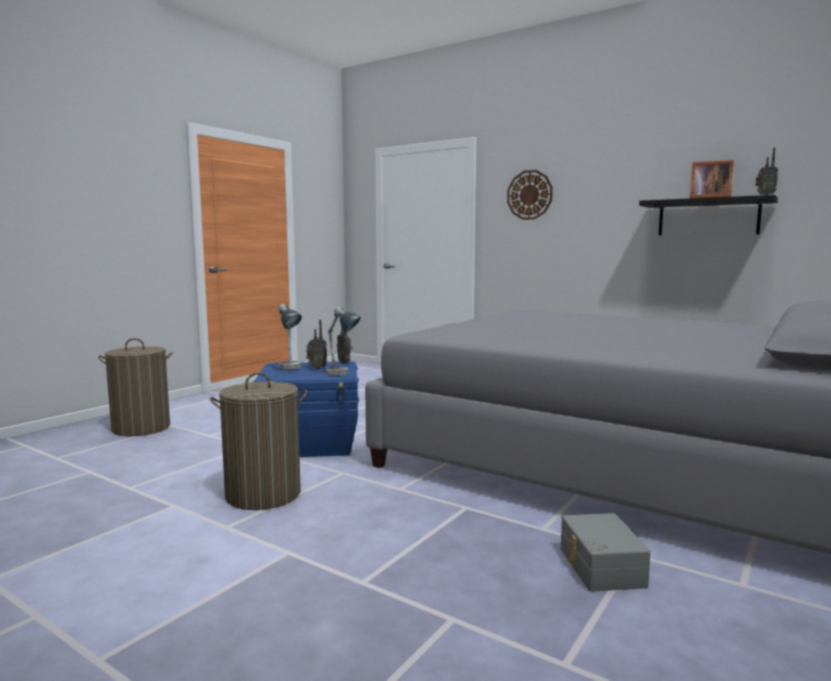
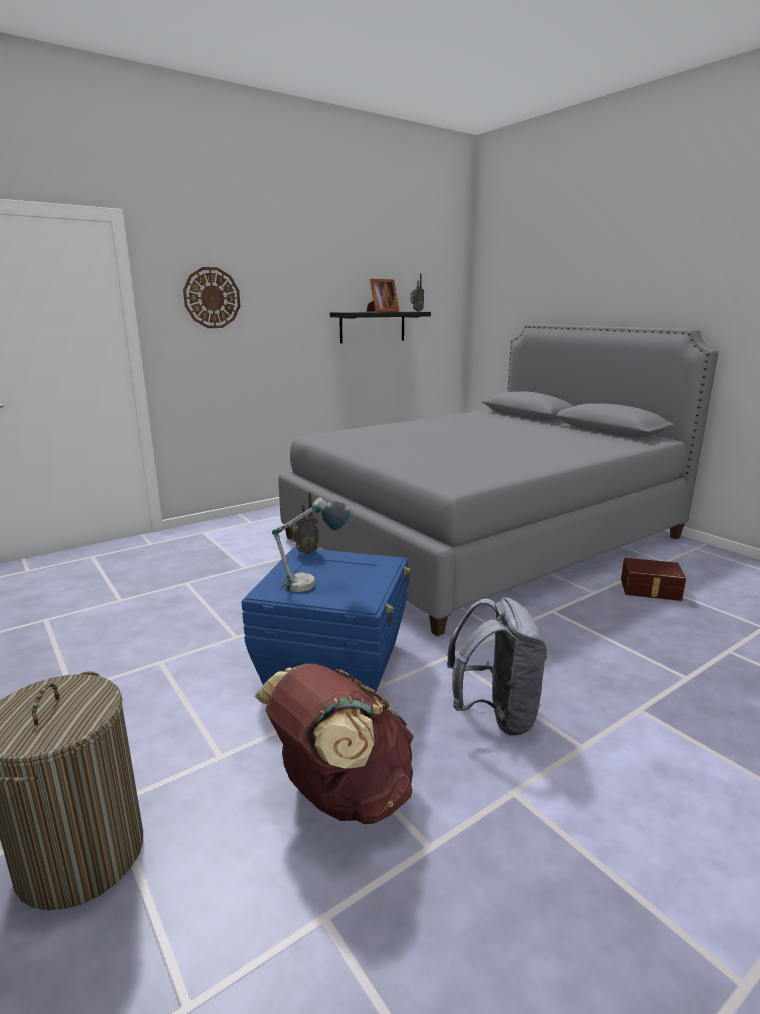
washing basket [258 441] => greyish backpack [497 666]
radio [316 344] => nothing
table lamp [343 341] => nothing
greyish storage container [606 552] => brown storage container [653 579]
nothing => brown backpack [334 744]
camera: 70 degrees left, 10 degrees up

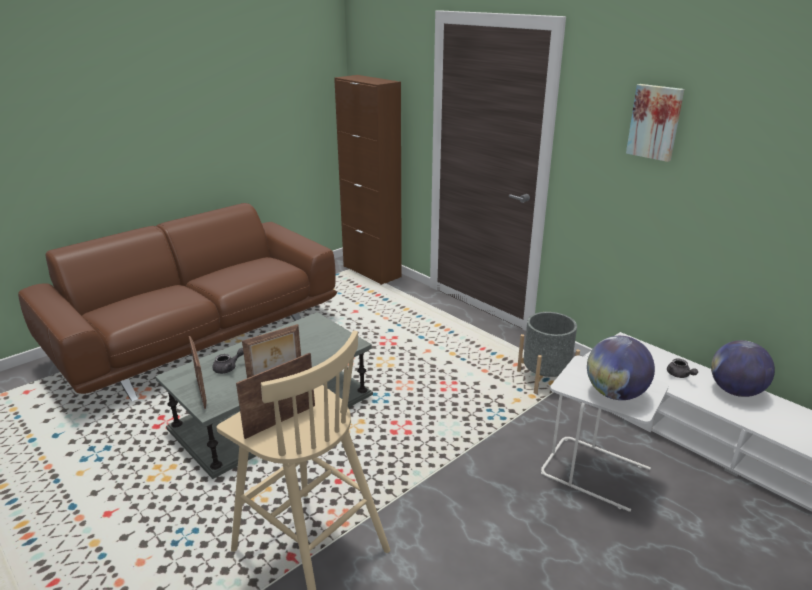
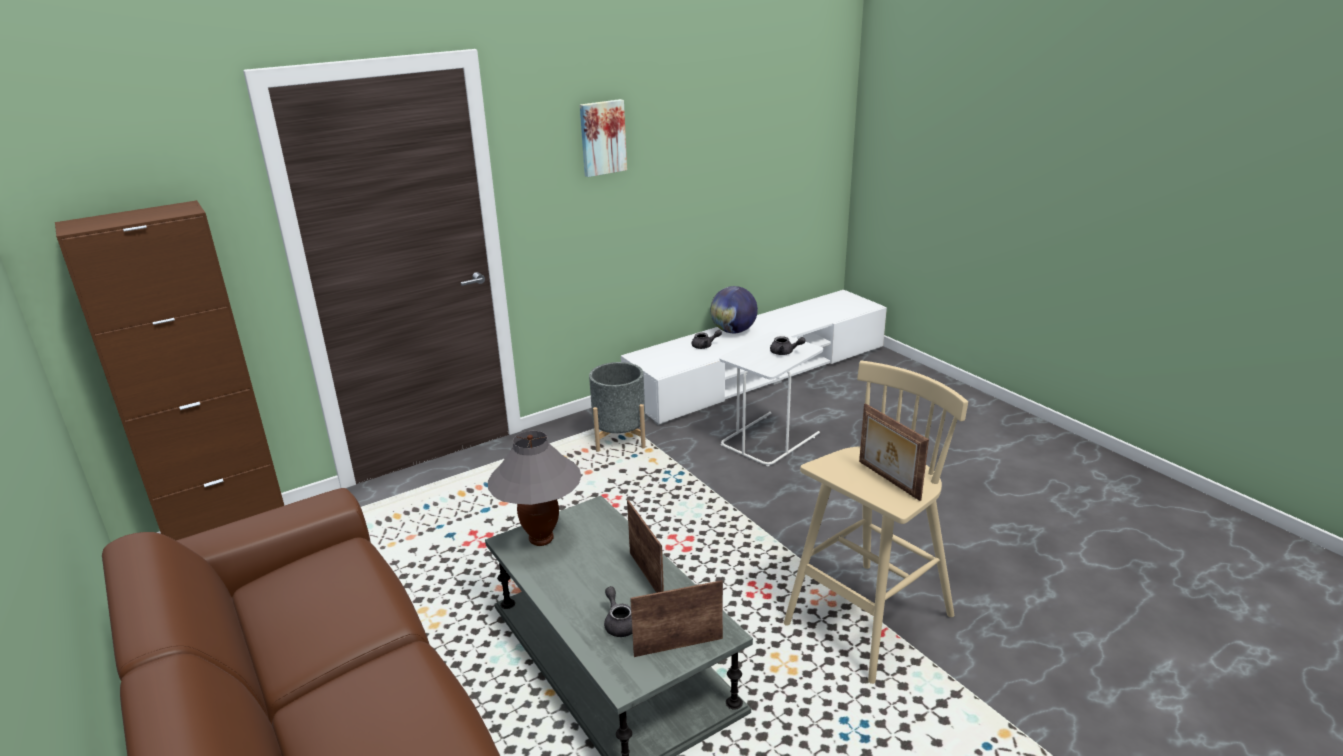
world globe [621 368] => greyish teapot [788 345]
nothing => greyish table lamp [534 488]
camera: 80 degrees left, 0 degrees up

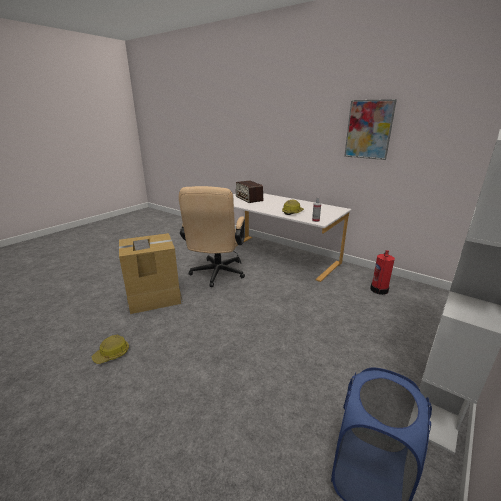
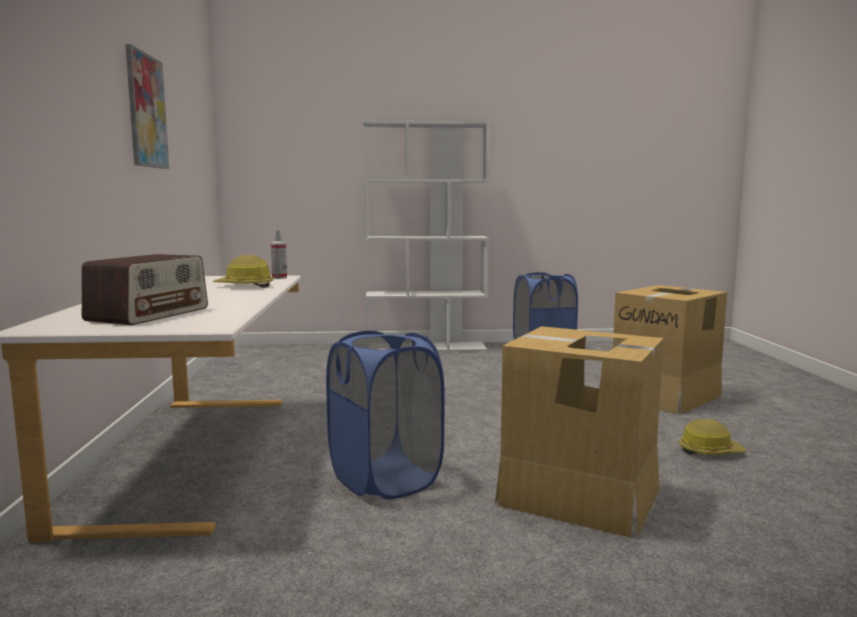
sand-coloured desk chair [212 236] => blue washing basket [385 415]
fire-fighting cylinder [382 272] => nothing
nothing => carton [670 349]
camera: 130 degrees left, 15 degrees down

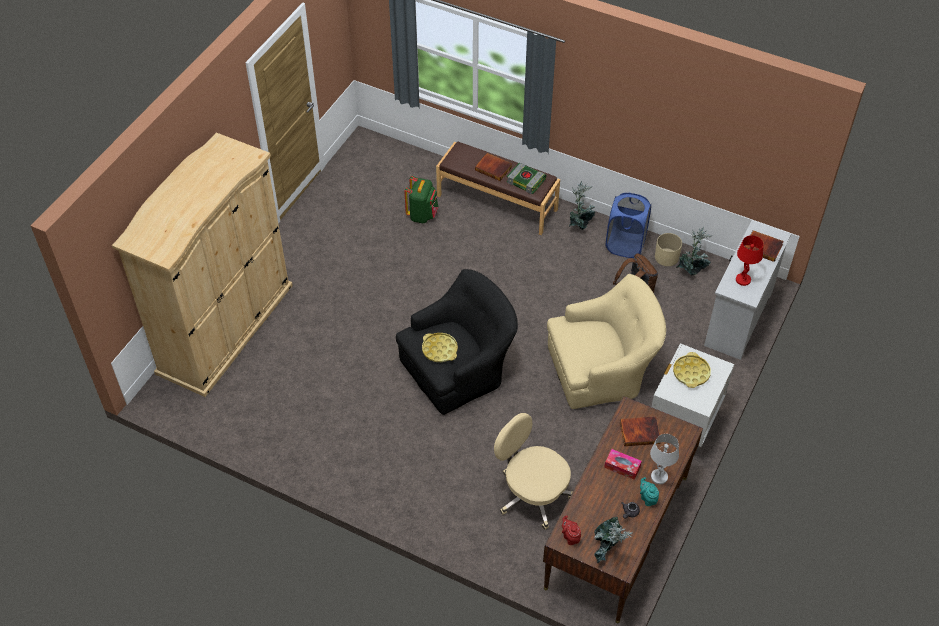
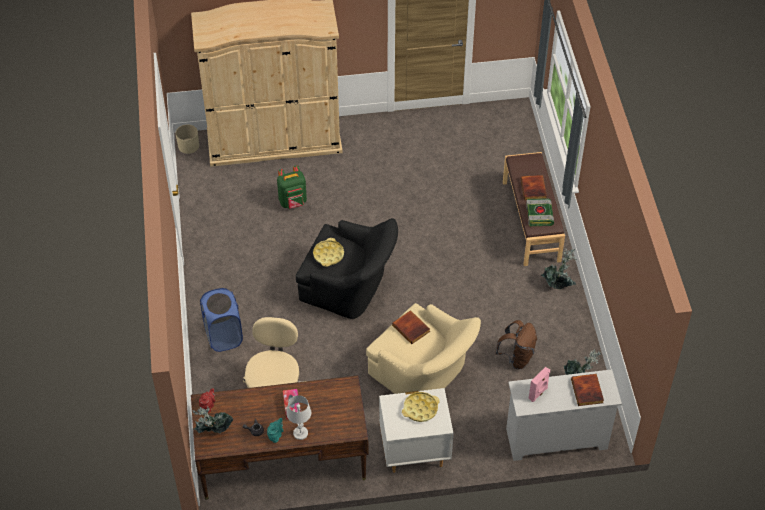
green-coloured backpack [421 199] => green-coloured backpack [292 187], moved
blue washing basket [628 225] => blue washing basket [221 320], moved
volume [640 431] => volume [411 327], moved
sand-coloured flower pot [668 249] => sand-coloured flower pot [187 139], moved
red table lamp [749 260] => pink speaker [539 384]
camera: 55 degrees right, 0 degrees up

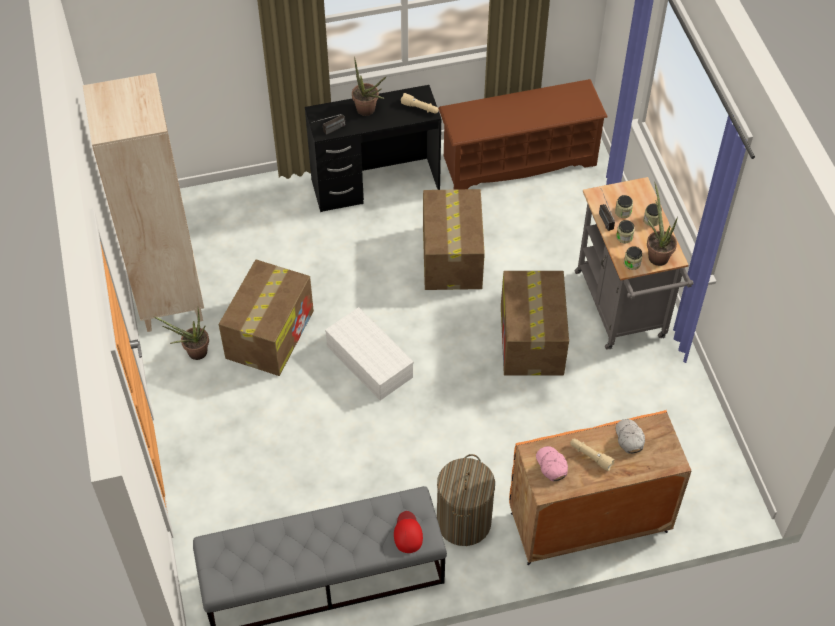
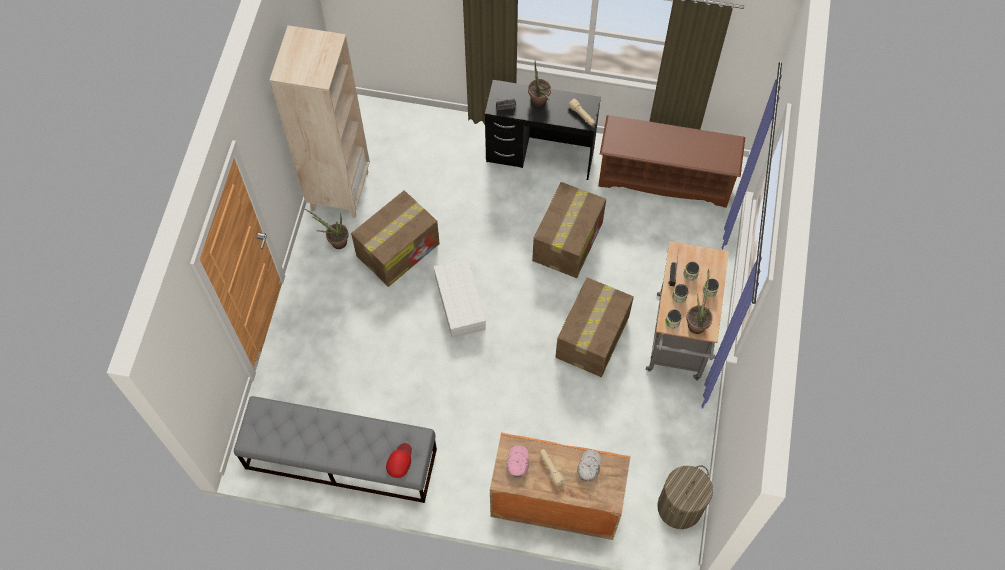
washing basket [466 500] => washing basket [685 497], moved
camera: 25 degrees right, 10 degrees up

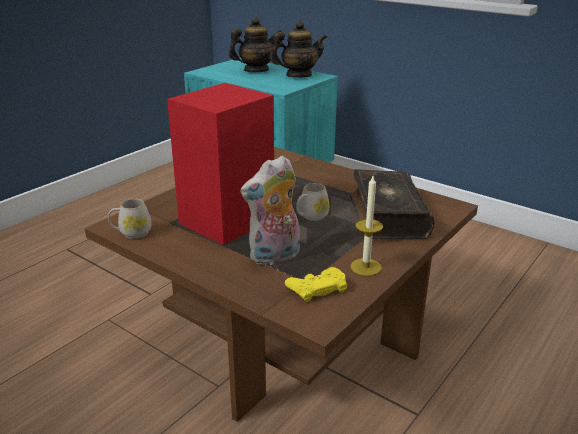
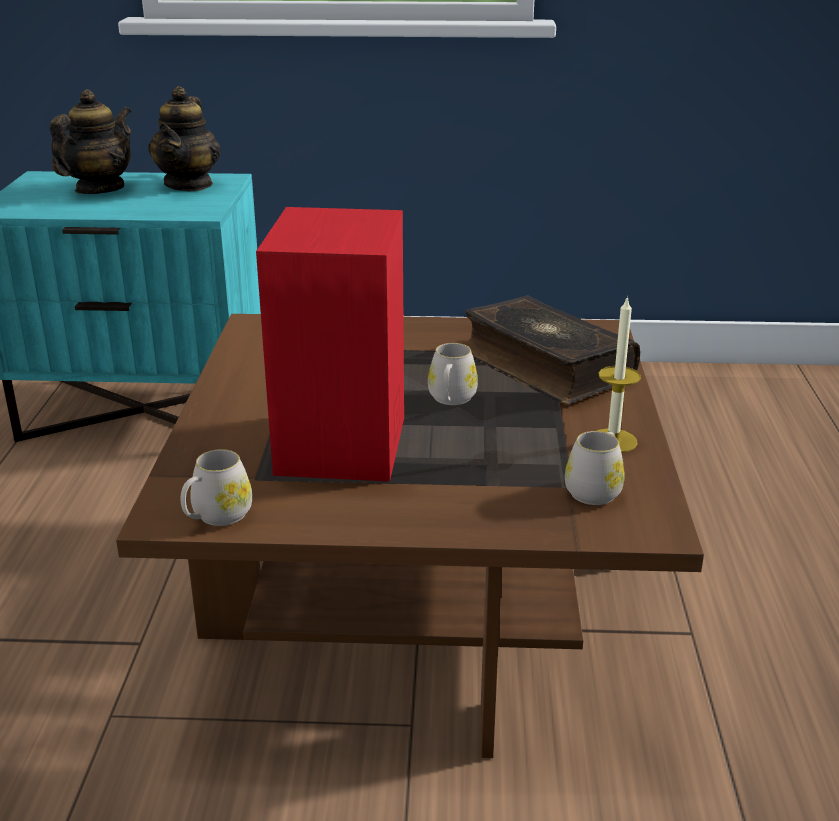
soft toy [270 210] => nothing
teapot [298 49] => teapot [184 138], 150 degrees clockwise
yellowish joypad [316 284] => white-coloured tea mug [595 468]
camera: 35 degrees left, 0 degrees up

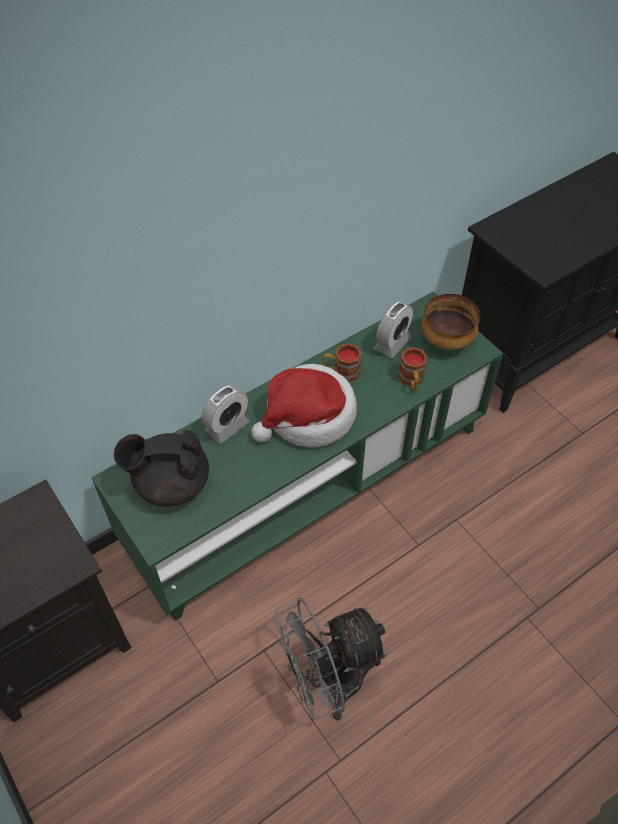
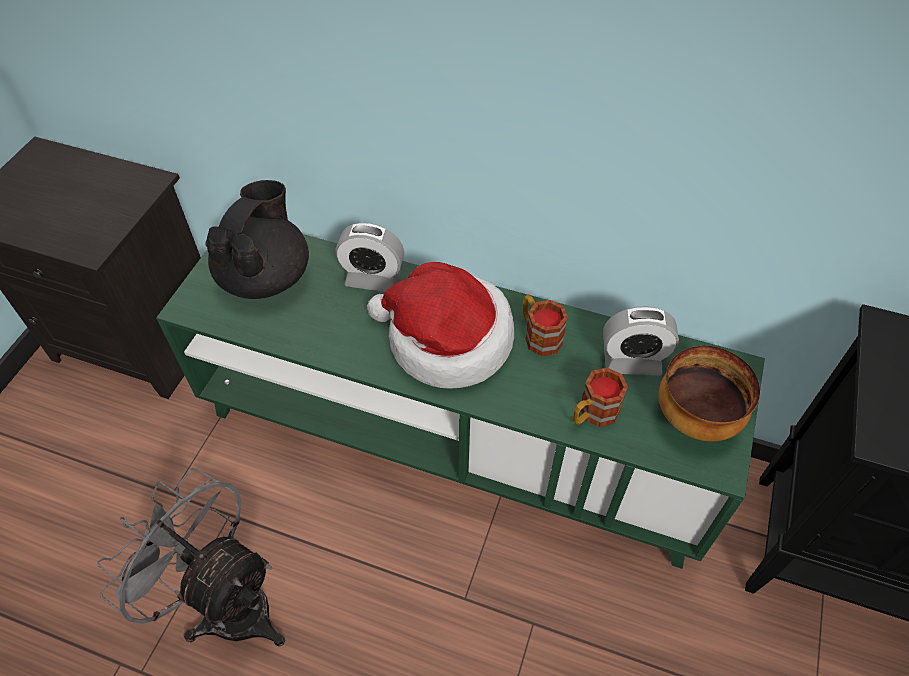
black-coloured teapot [161 468] => black-coloured teapot [257 239], 60 degrees clockwise
camera: 55 degrees right, 0 degrees up

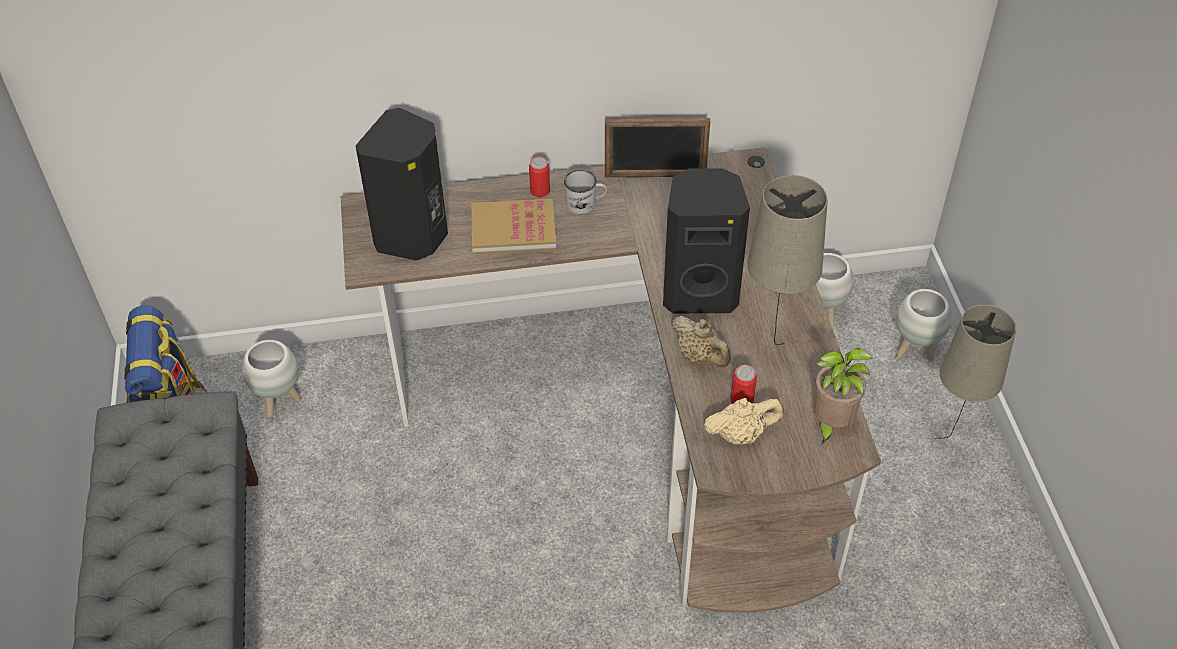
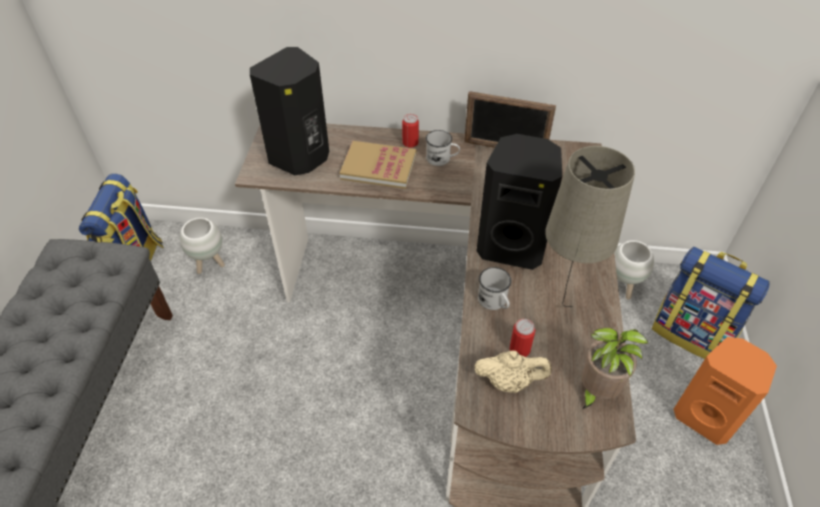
sand-coloured teapot [701 341] => white-coloured tea mug [494 288]
white-coloured flower pot [923 325] => backpack [711 303]
sand-coloured table lamp [975 372] => orange-coloured speaker [725 391]
camera: 15 degrees right, 0 degrees up

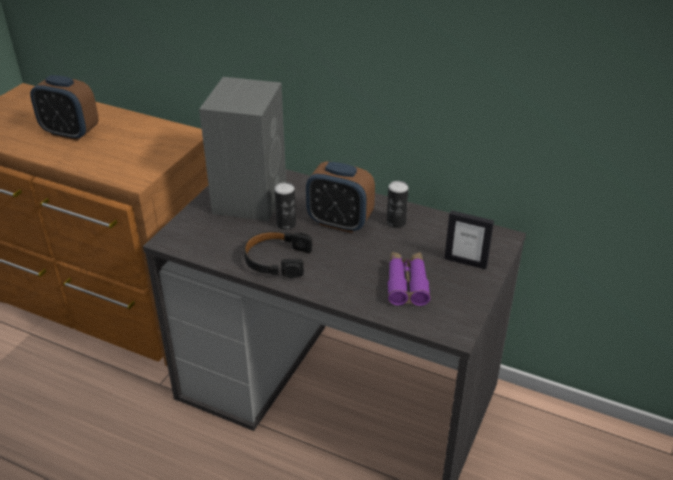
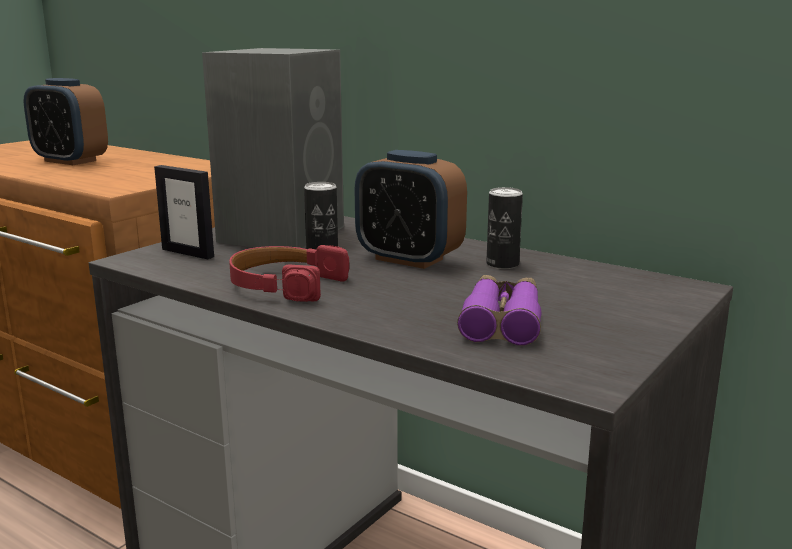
black-coloured headphones [278 254] => red headphones [289 273]
standing frame [469 239] => standing frame [184 212], moved
camera: 10 degrees right, 20 degrees down

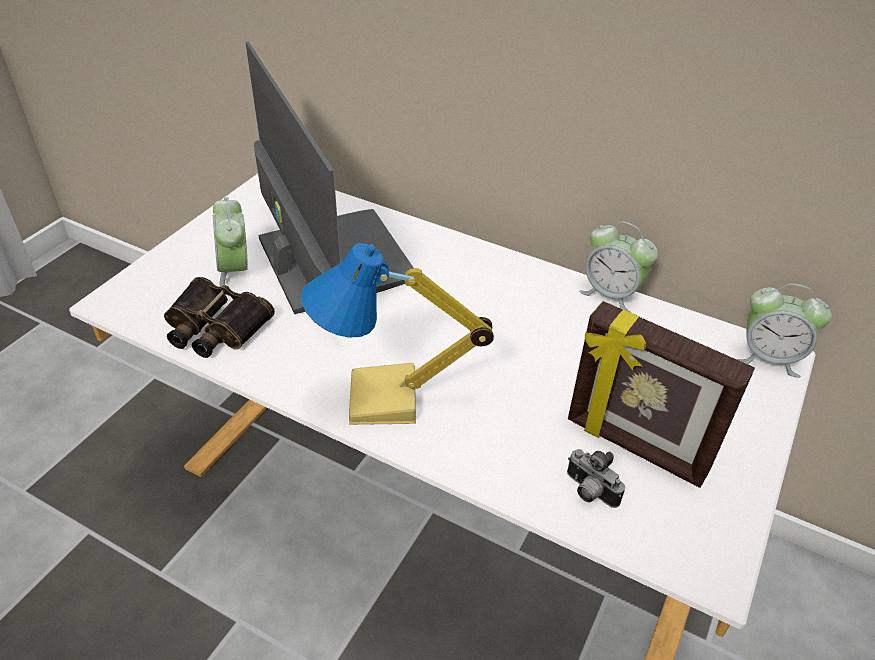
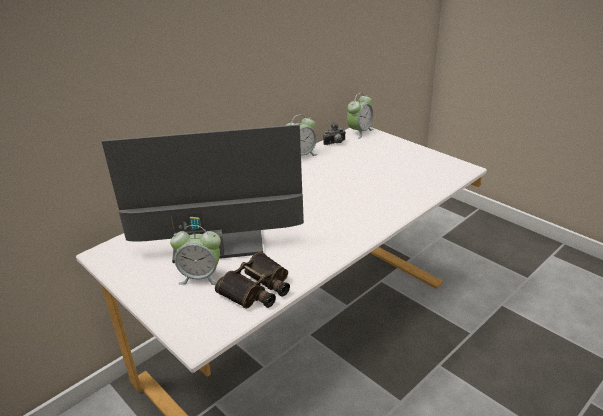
table lamp [397 334] => nothing
still camera [596 478] => still camera [334 133], moved
standing frame [661 394] => nothing
camera: 70 degrees left, 10 degrees down

